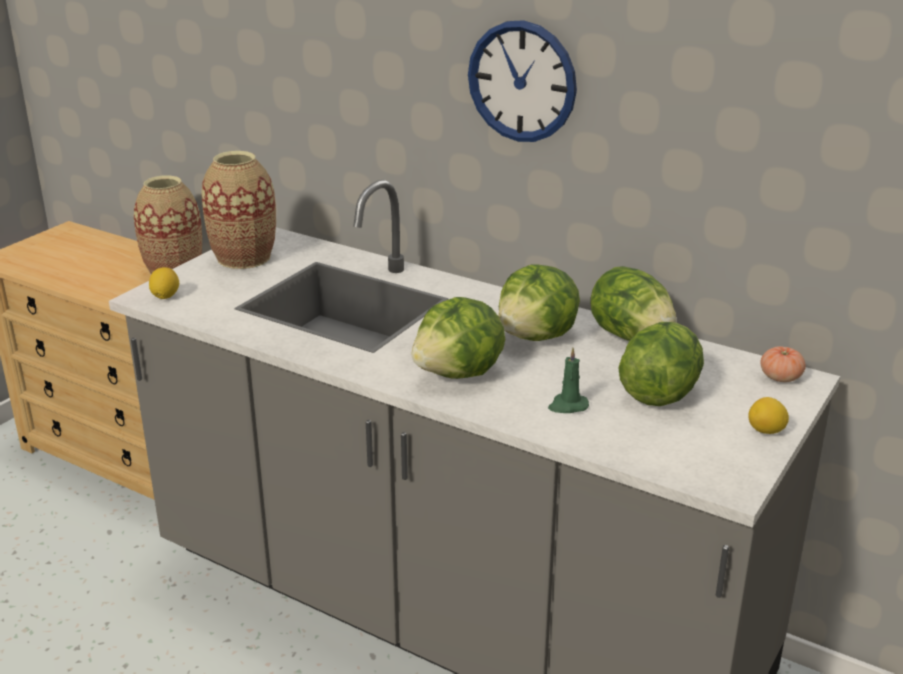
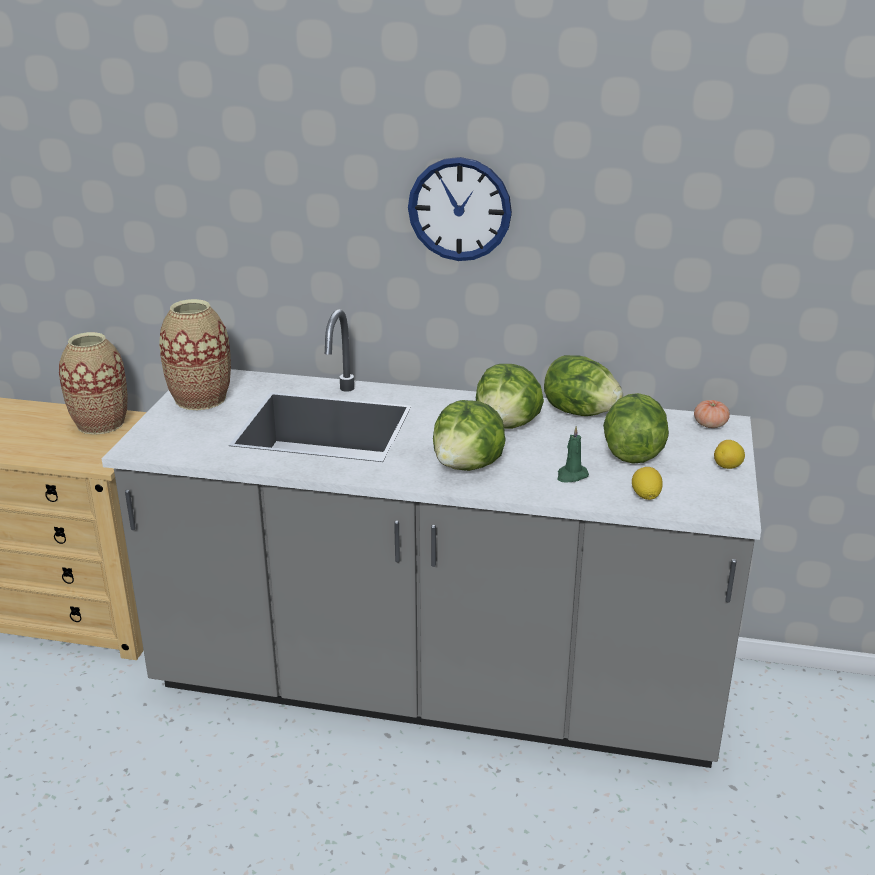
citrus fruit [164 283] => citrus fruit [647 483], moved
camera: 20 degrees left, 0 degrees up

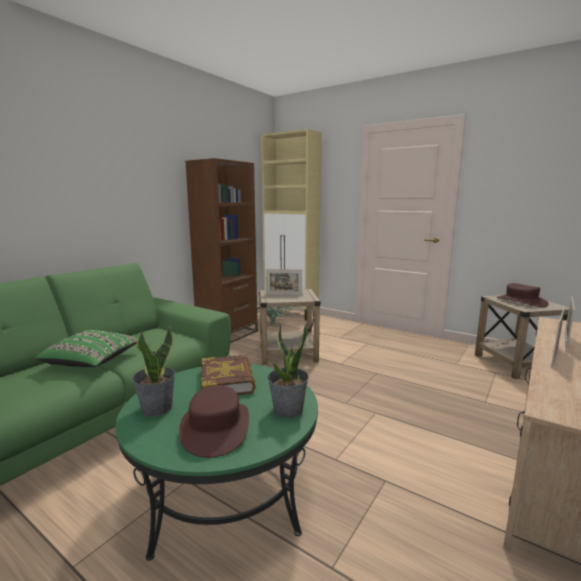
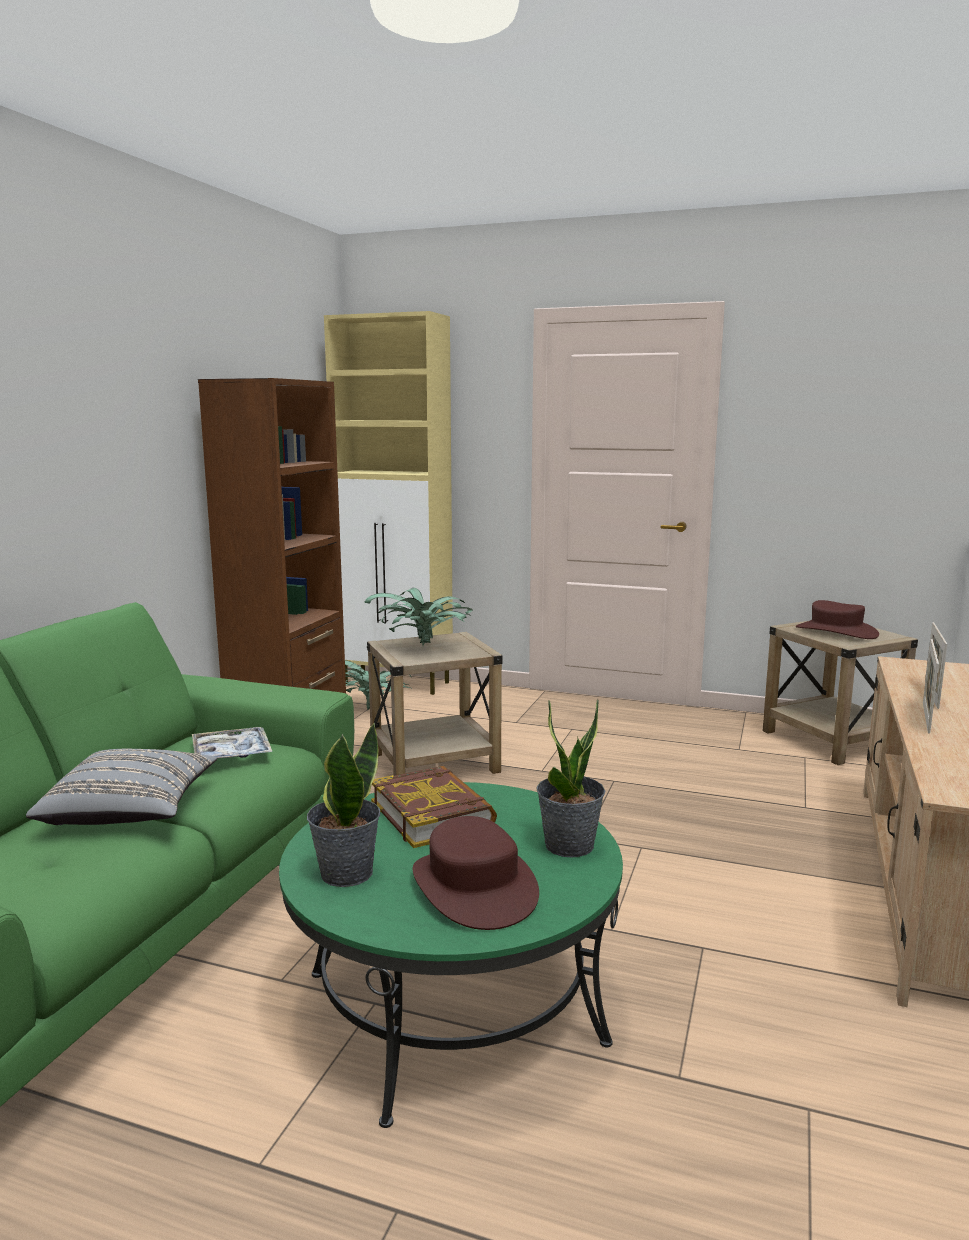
green-coloured throw pillow [86 348] => greyish throw pillow [121 787]
standing frame [284 282] => plant in a pot [418 616]
nothing => tray [232 742]
camera: 15 degrees left, 0 degrees up

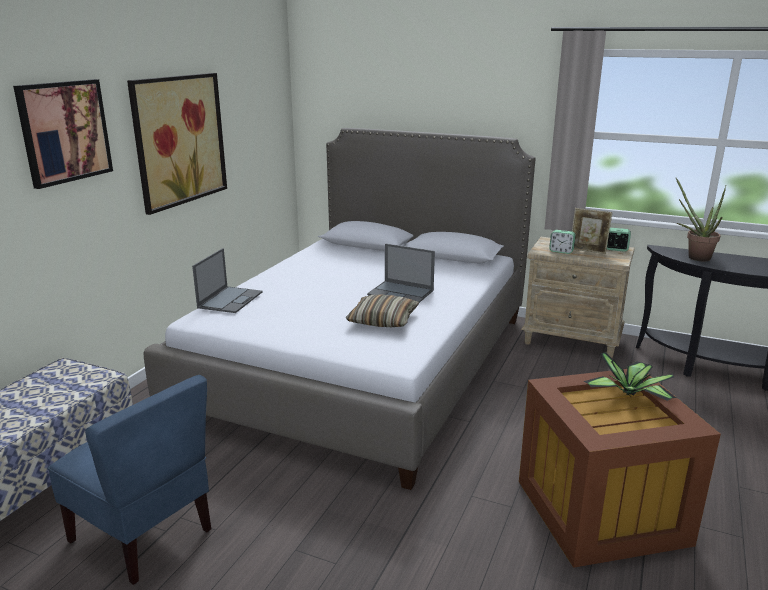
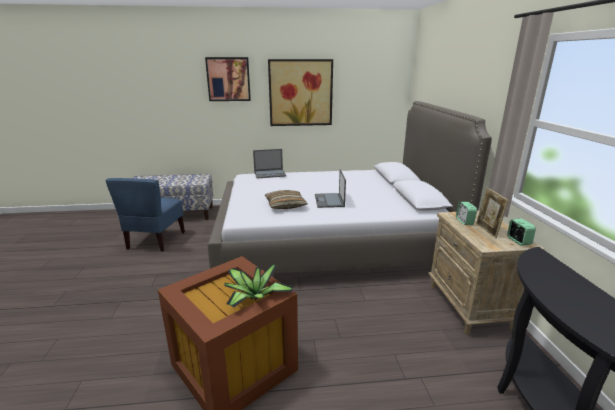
plant in a pot [701 219] => nothing
camera: 60 degrees right, 0 degrees up

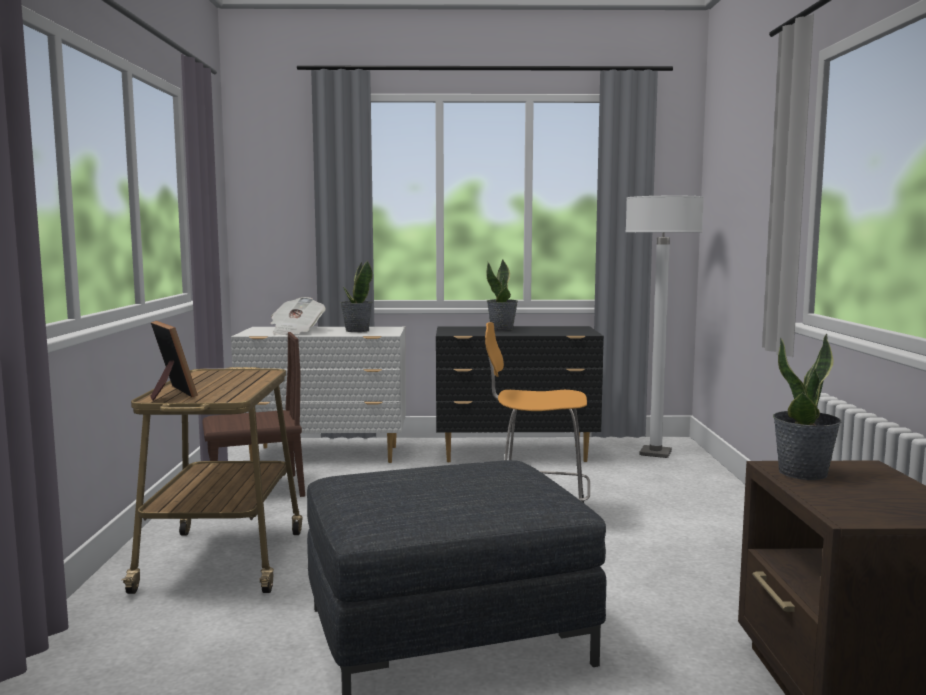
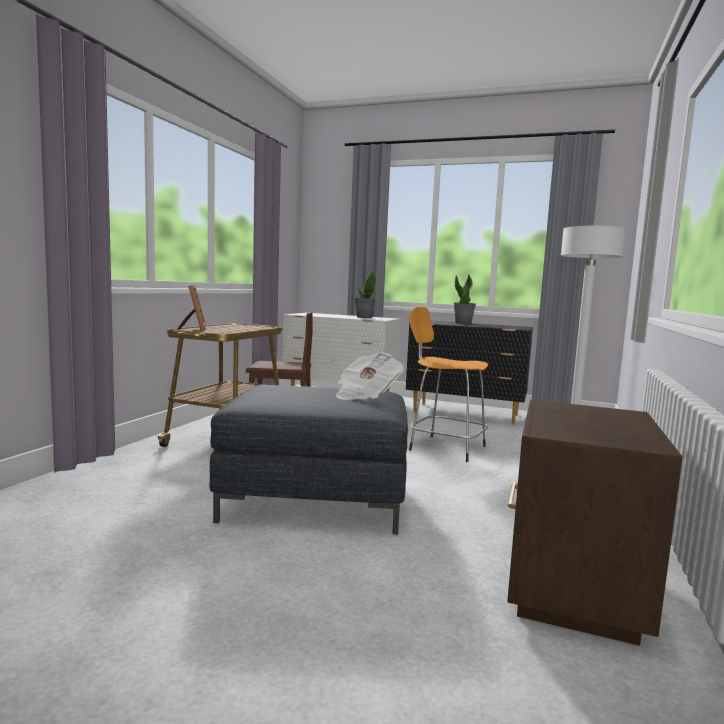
printed paper [298 316] => printed paper [370 376], moved
plant in a pot [807 406] => nothing
camera: 20 degrees right, 0 degrees up

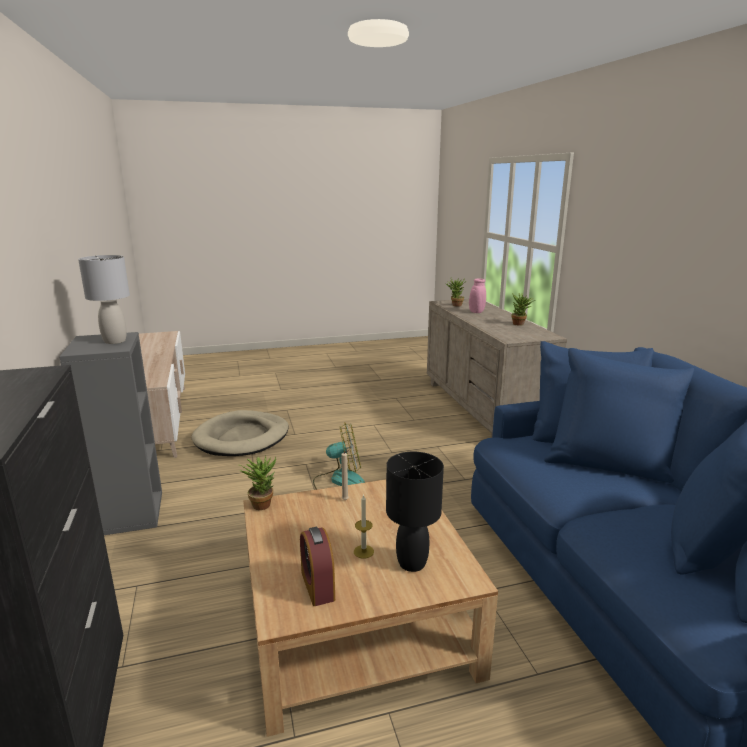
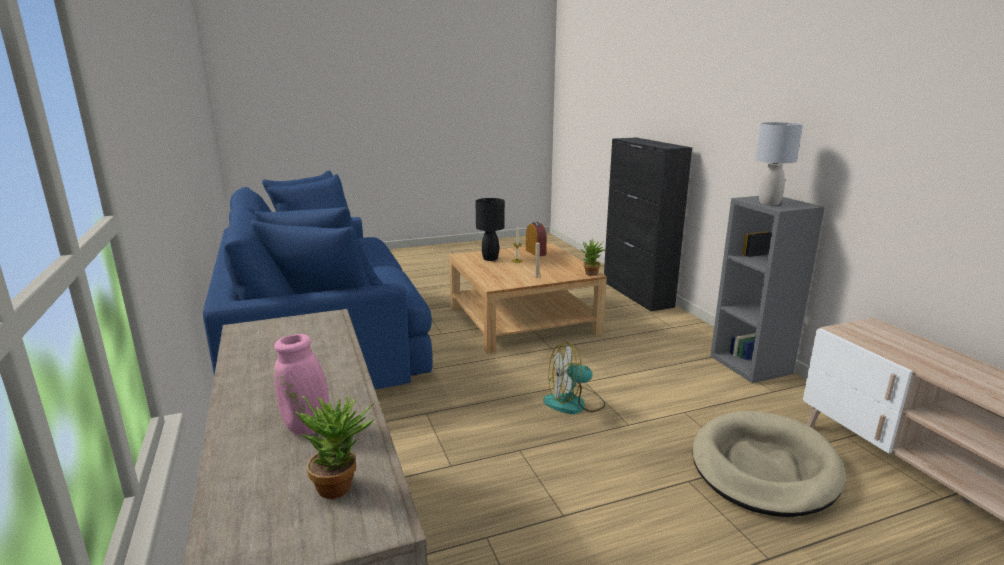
plant in a pot [523 309] => nothing
camera: 175 degrees right, 0 degrees up

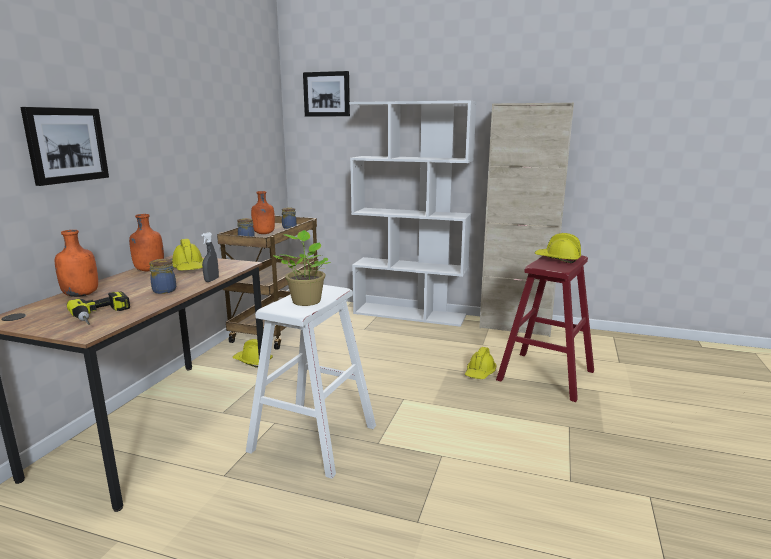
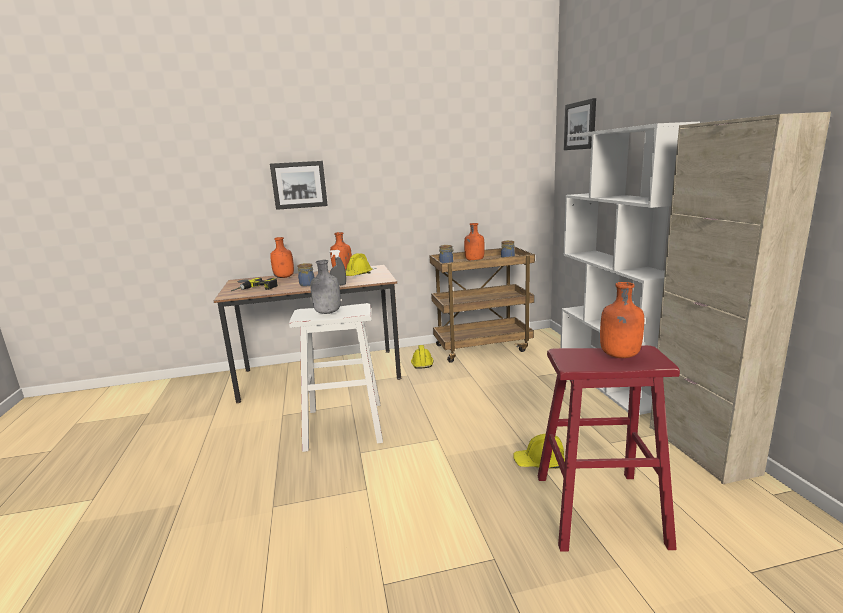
plant in a pot [302 268] => greyish drink bottle [325 287]
yellowish safety helmet [558 248] => orange-coloured drink bottle [622 320]
camera: 60 degrees right, 0 degrees up

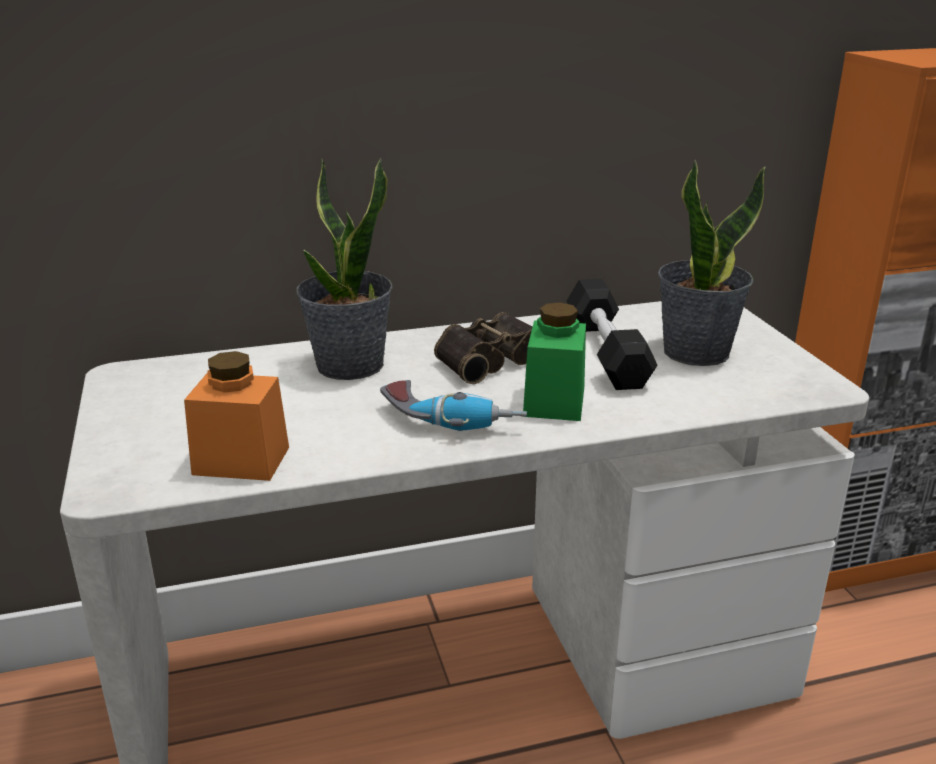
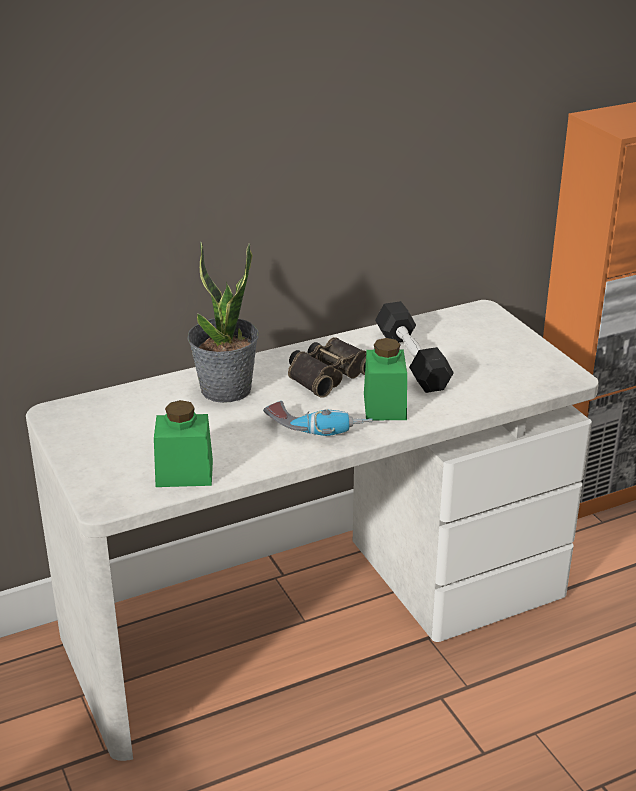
orange-coloured jar [236 416] => green-coloured jar [183 443]
plant in a pot [712 262] => nothing
camera: 10 degrees left, 5 degrees up

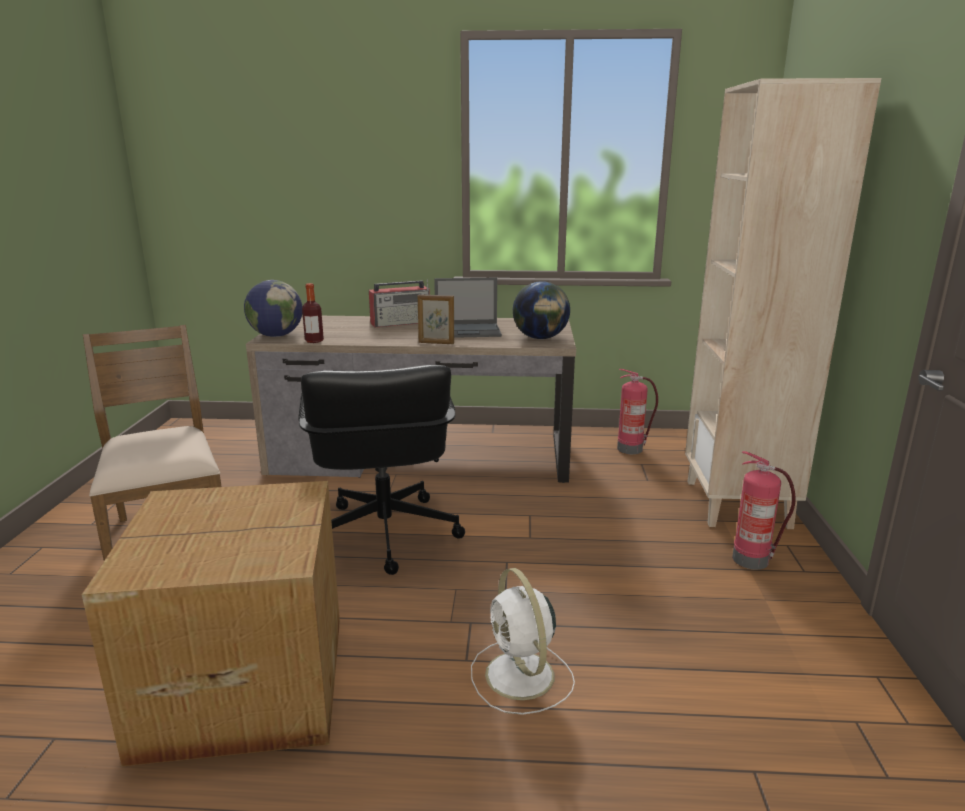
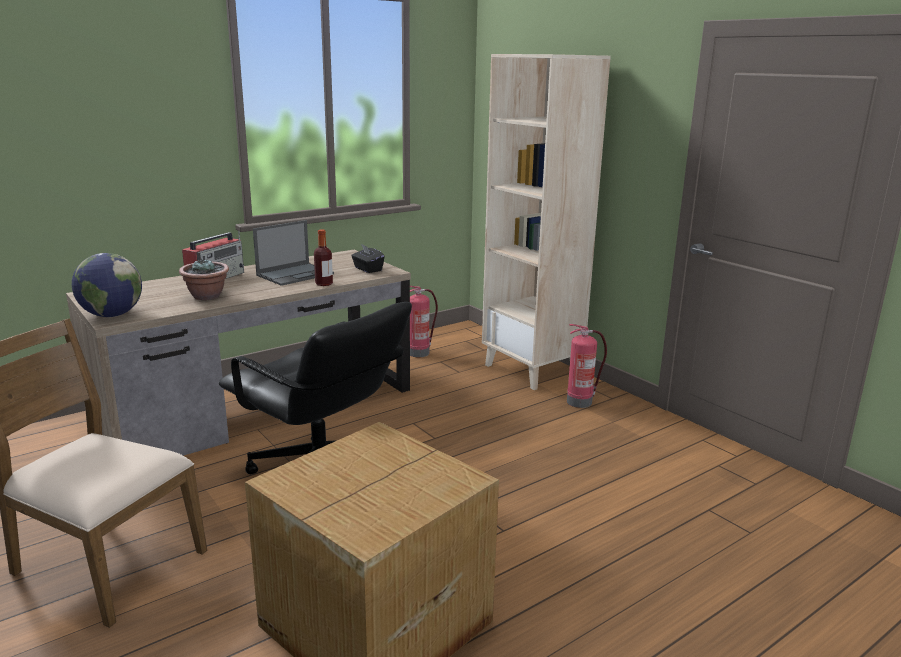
drink bottle [313 313] => drink bottle [323 257], moved
standing frame [436 319] => nothing
white-coloured cooling fan [523 641] => nothing
world globe [541 310] => black-coloured box of tissues [368 259]
nothing => plant in a pot [204 279]
camera: 40 degrees left, 0 degrees up

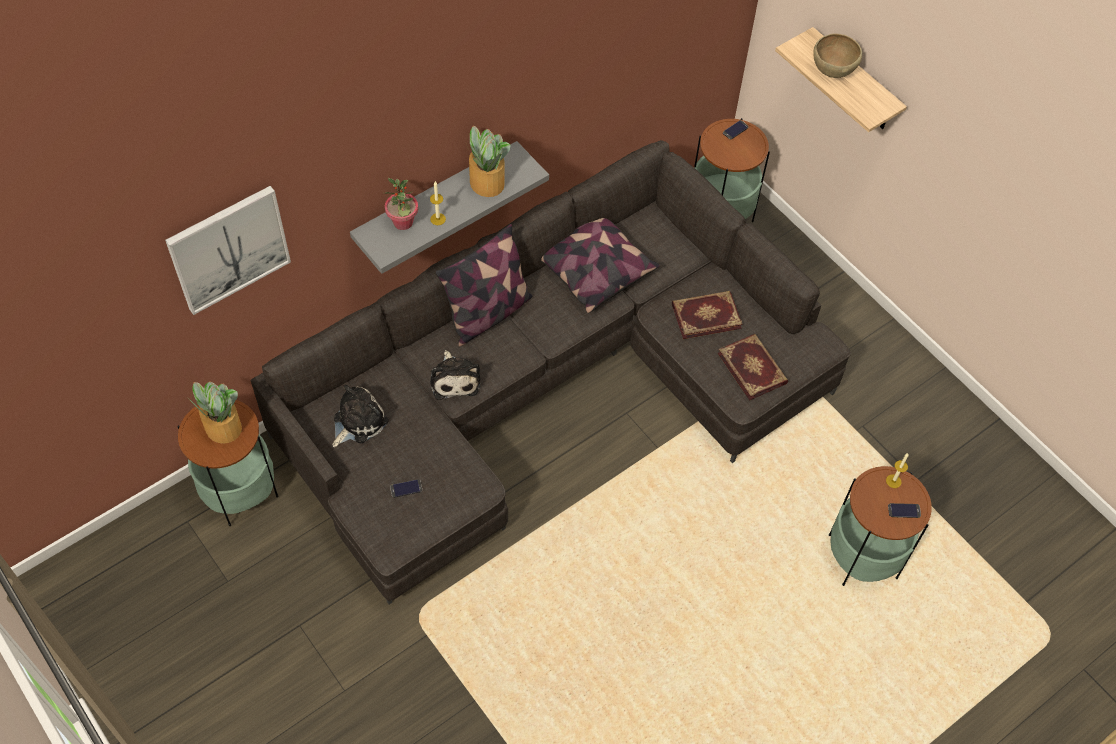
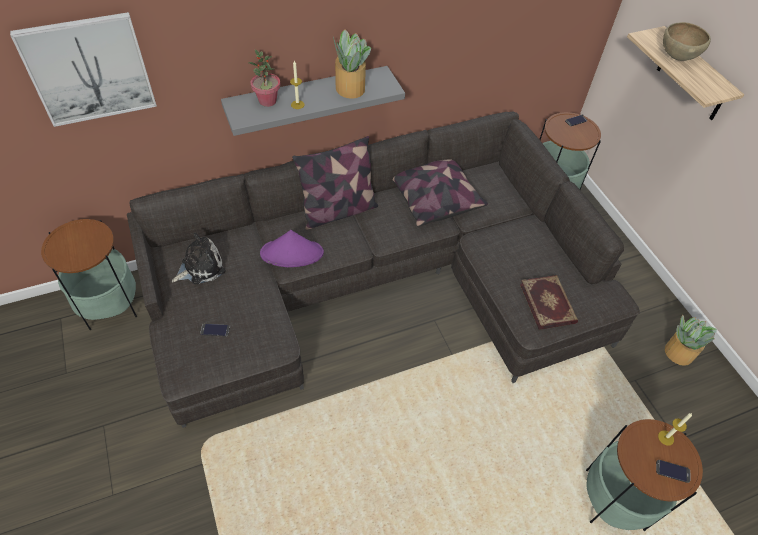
plant in a pot [214 412] => plant in a pot [691 340], moved
soft toy [455 375] => purplish clothing hat [292 248]
volume [707 315] => nothing
camera: 15 degrees right, 5 degrees down

